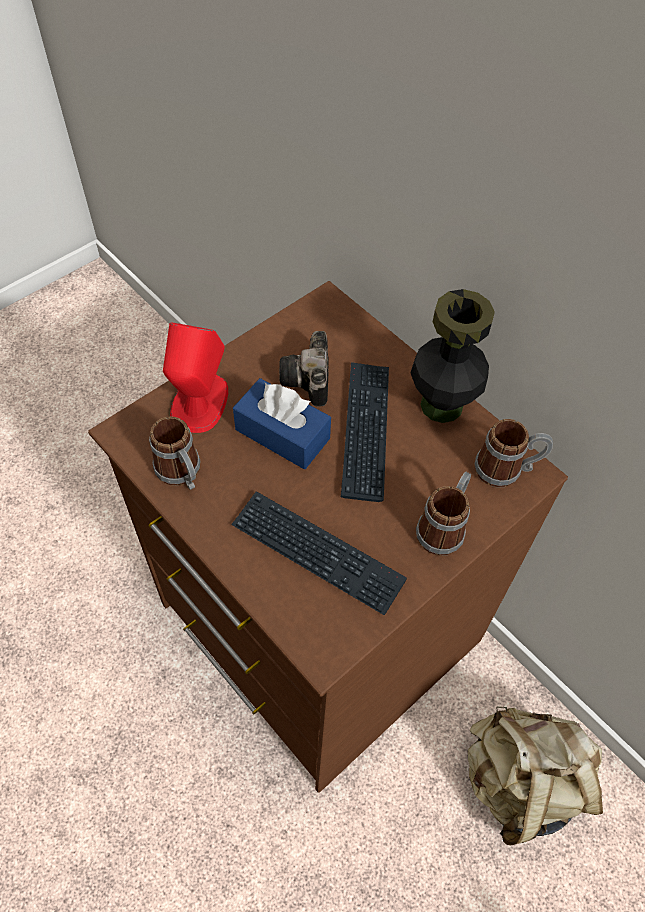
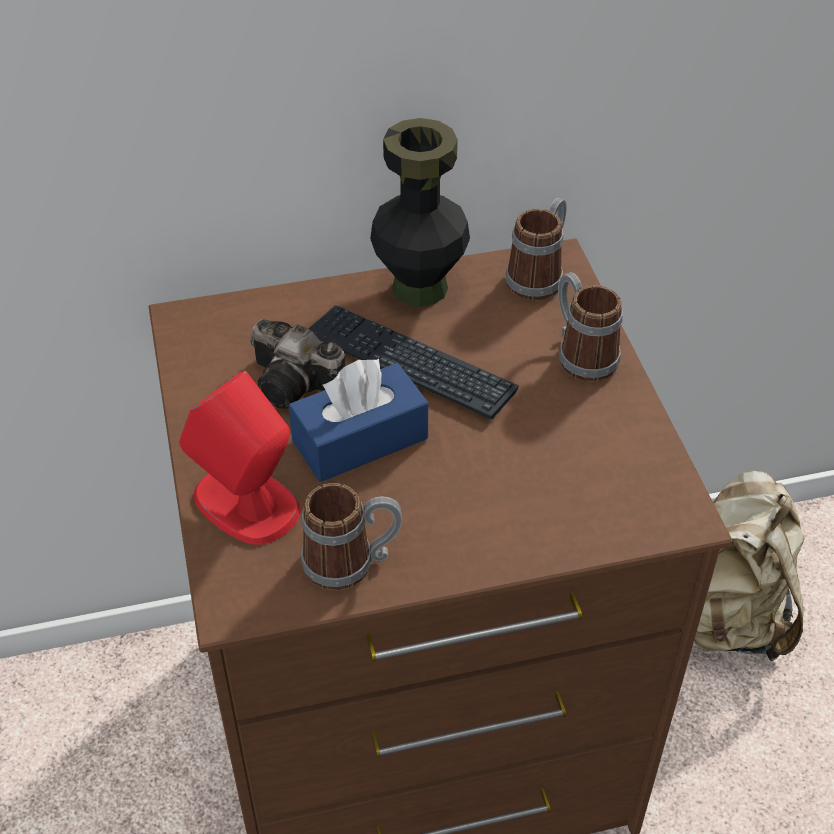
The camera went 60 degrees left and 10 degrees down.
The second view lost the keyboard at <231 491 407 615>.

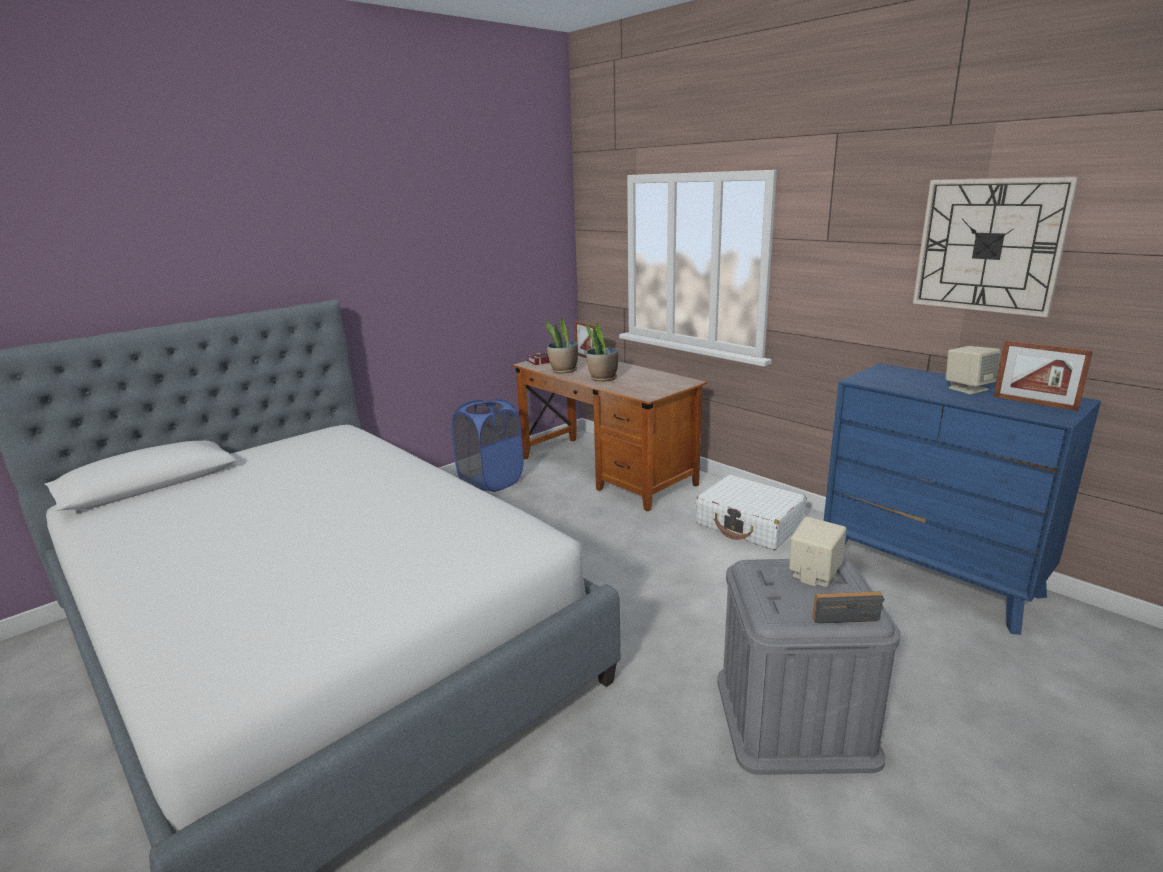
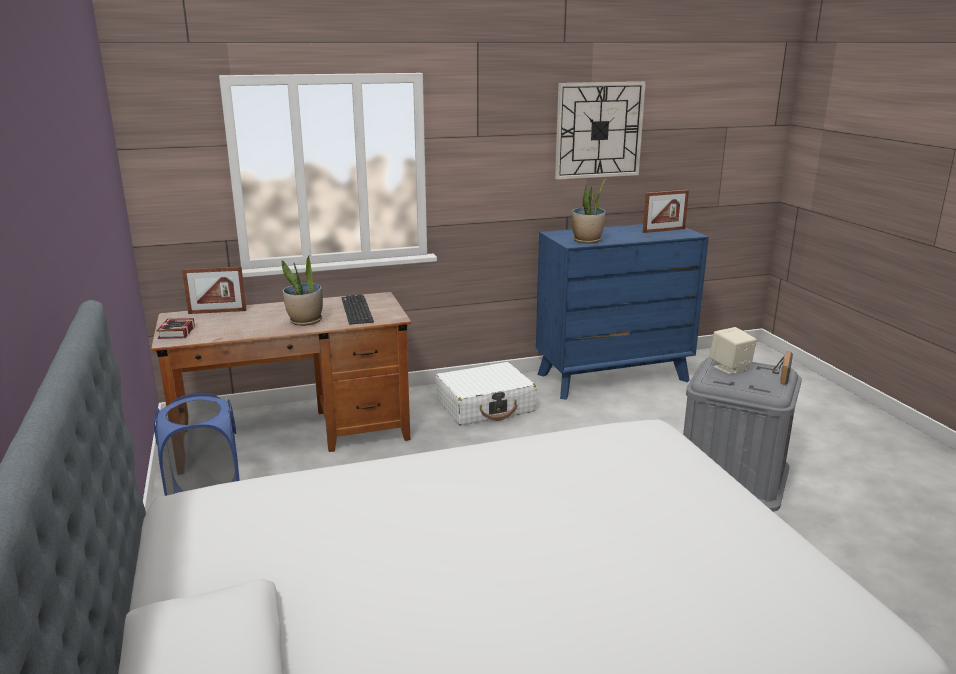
The camera went 65 degrees left and 0 degrees up.
The second view gained the keyboard at <342 294 374 324>.
The potted plant ended up elsewhere, having gone from <545 318 578 374> to <571 179 606 244>.
The second view lost the beige audio speaker at <946 346 1001 394>.

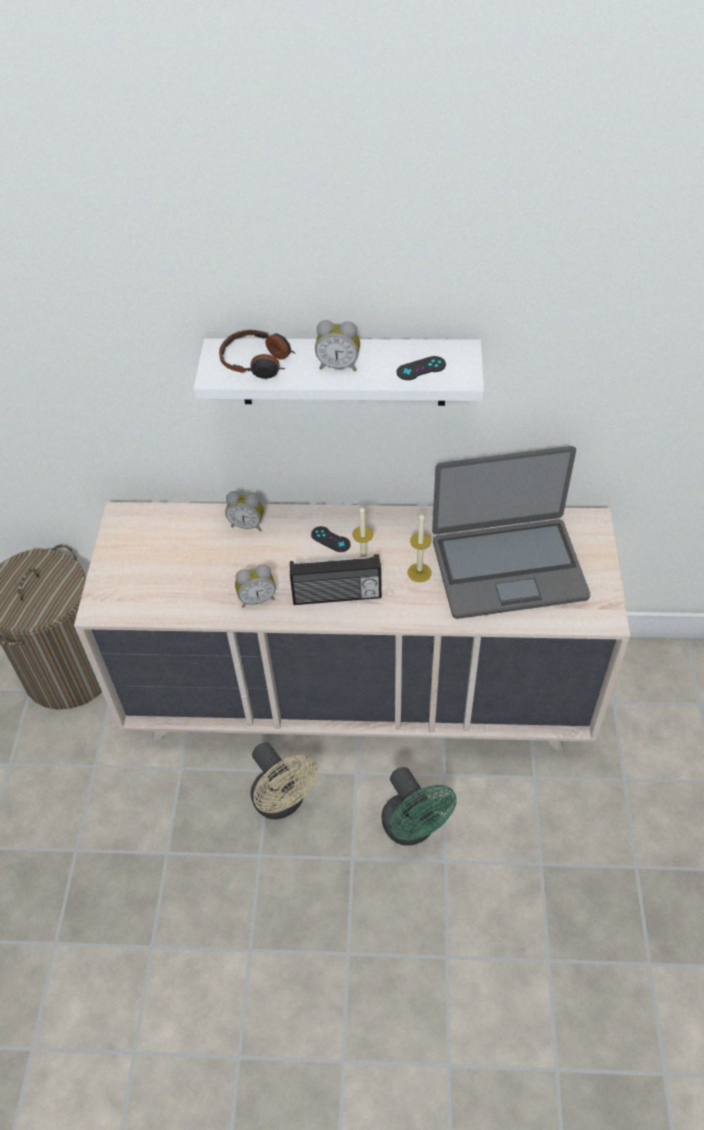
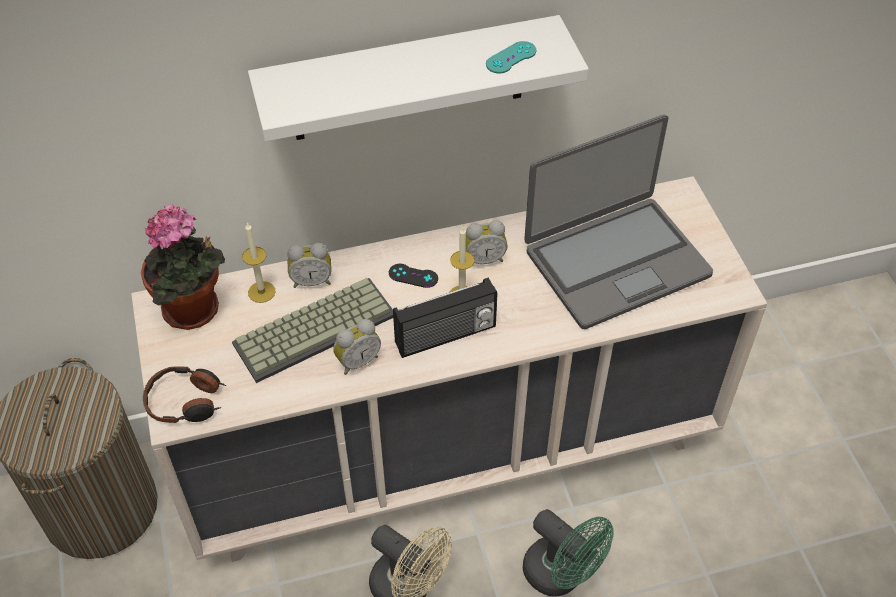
The camera went 20 degrees left and 0 degrees up.
The second view gained the potted plant at <141 204 225 330>.
The headset ended up elsewhere, having gone from <219 330 295 379> to <143 366 226 423>.
The second view gained the keyboard at <232 278 393 383>.
The wax candle ended up elsewhere, having gone from <407 512 432 582> to <242 223 275 303>.
The table clock ended up elsewhere, having gone from <315 320 360 371> to <466 220 507 264>.
What was the blackish gamepad at <397 356 446 380> turned into the turquoise gamepad at <486 41 536 73>.

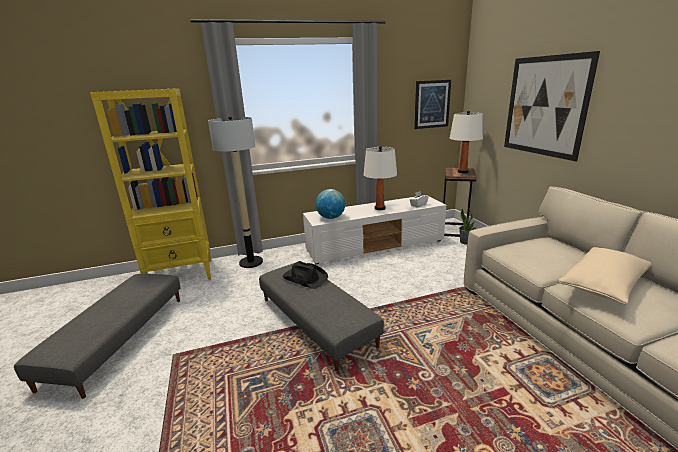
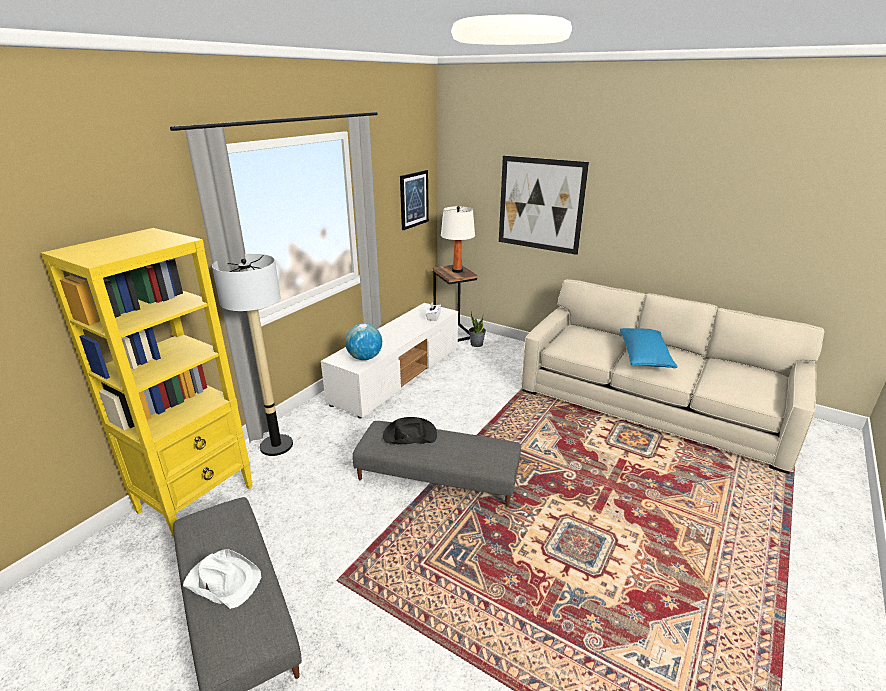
The camera went 40 degrees left and 5 degrees up.
The second view gained the white clothing hat at <183 549 261 609>.
What was the beige pillow at <558 247 652 304> turned into the blue pillow at <620 328 678 368>.
The second view lost the white tabletop lamp at <364 146 397 210>.

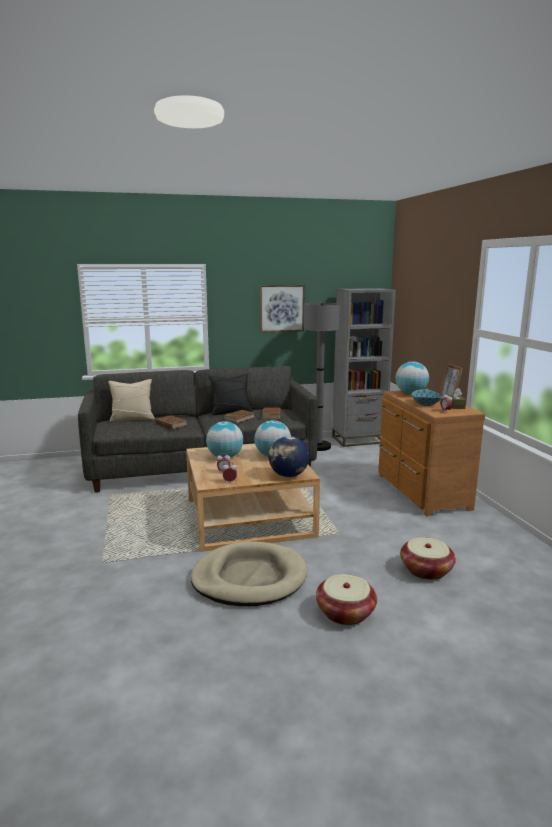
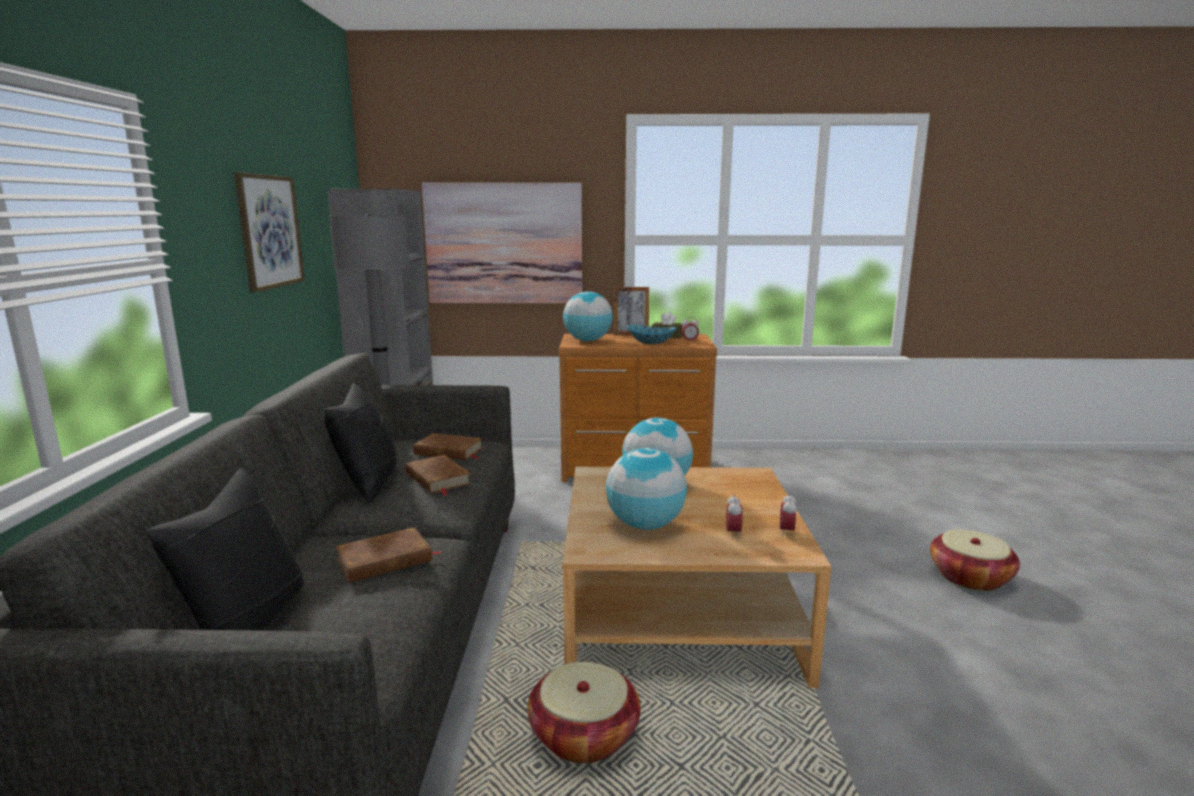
The camera went 75 degrees left and 0 degrees up.
What was the beige pillow at <108 379 155 422> turned into the blackish pillow at <146 468 304 631>.
The second view gained the wall picture at <422 183 582 303>.
The household basket ended up elsewhere, having gone from <400 537 456 580> to <527 662 641 764>.
The second view lost the beige dog cushion at <191 541 307 606>.
The second view lost the desk globe at <269 436 309 477>.

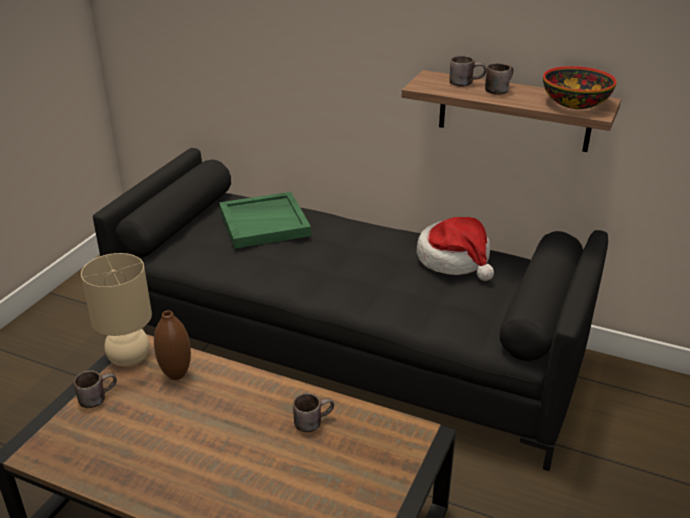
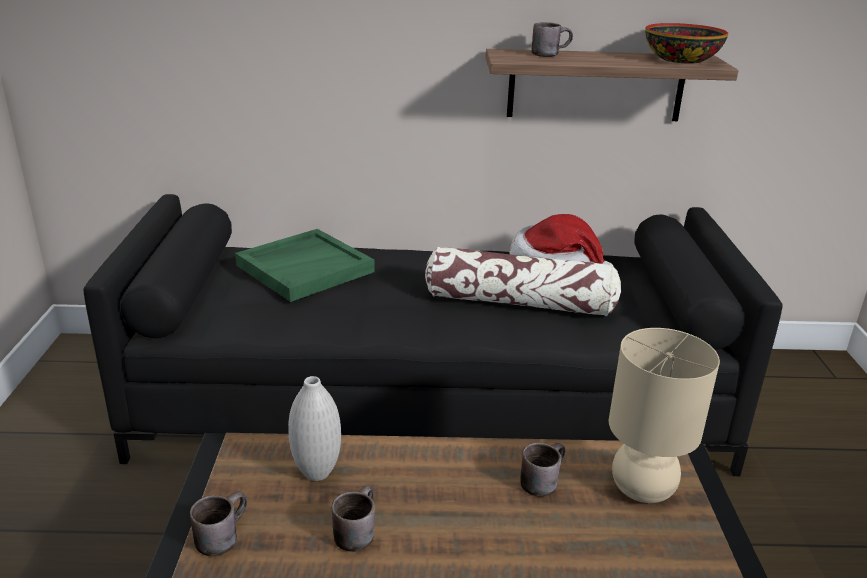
The camera went 25 degrees left and 5 degrees down.
What was the brownish flower vase at <154 311 191 380> turned into the white flower vase at <288 376 341 481>.
The brownish coffee mug ended up elsewhere, having gone from <485 63 514 95> to <331 486 375 552>.
The second view gained the pillow at <425 246 621 316>.
The beige tabletop lamp ended up elsewhere, having gone from <81 253 152 366> to <608 328 720 503>.

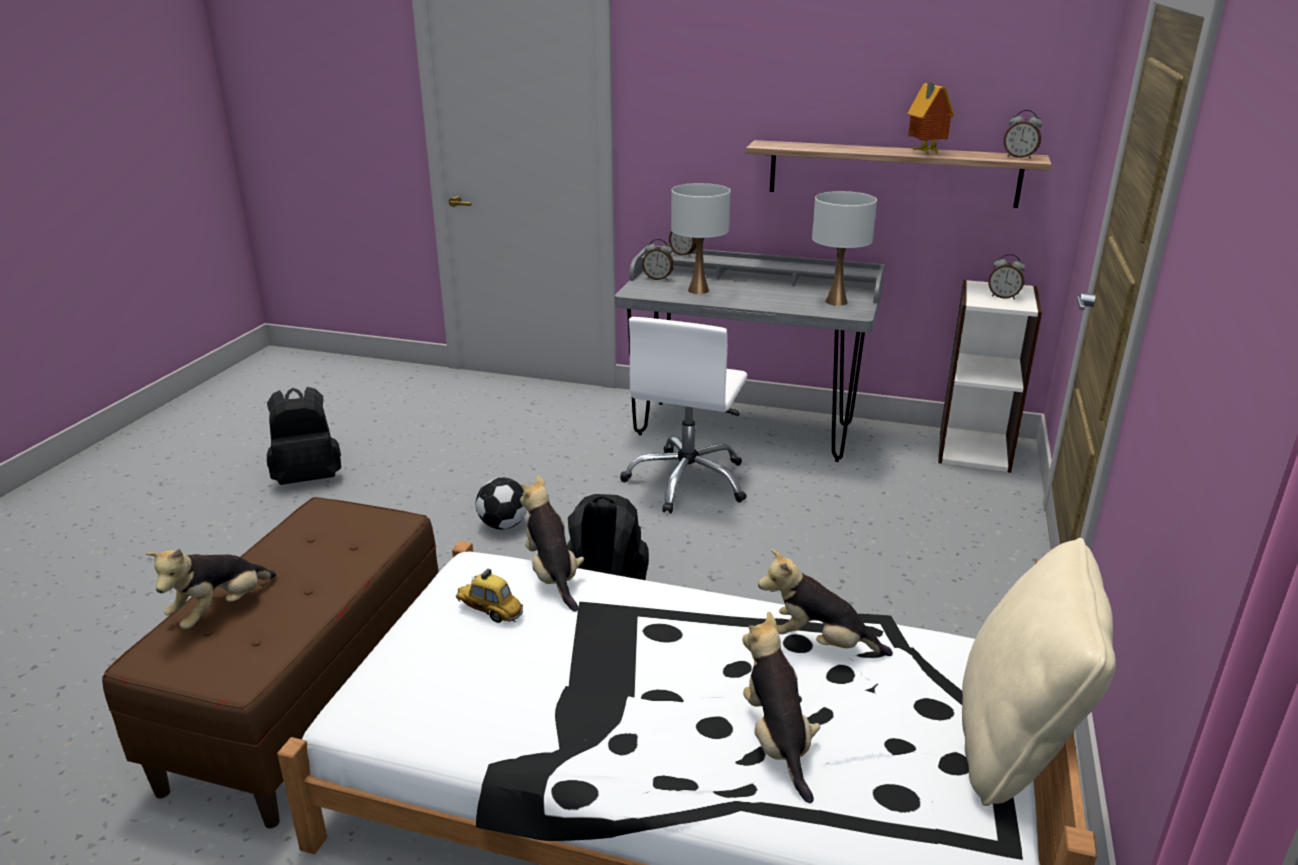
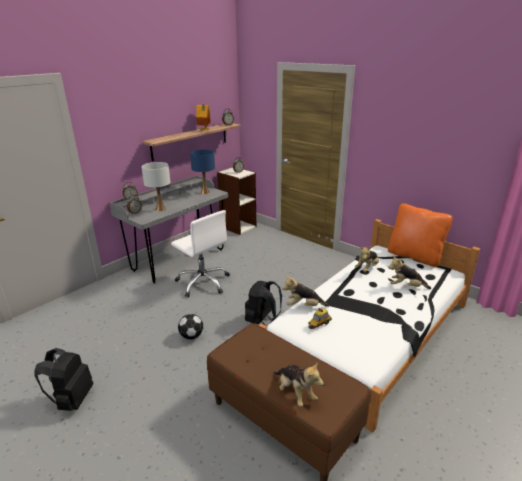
The camera went 65 degrees left and 0 degrees up.
What was the white tabletop lamp at <812 191 877 306> turned into the blue tabletop lamp at <190 149 215 194>.
What was the beige pillow at <962 538 1116 806> turned into the orange pillow at <388 203 453 267>.

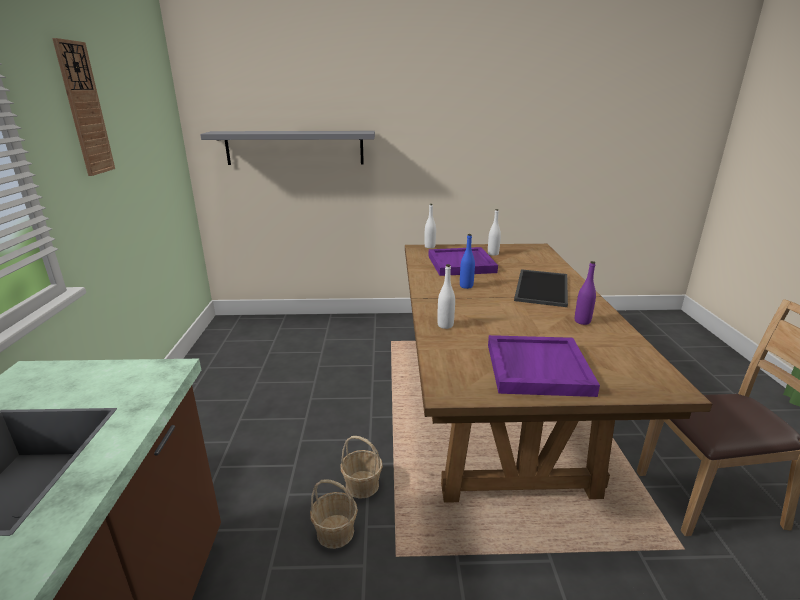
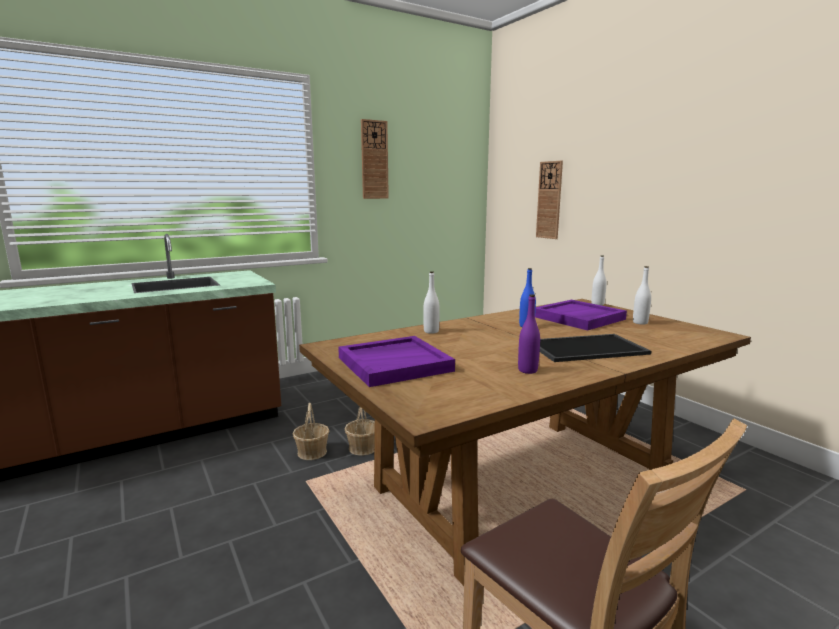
The camera went 60 degrees right and 10 degrees down.
Where the gray wall shelf hung at <200 131 375 165>, the clock on the wall came to hang at <536 161 563 239>.

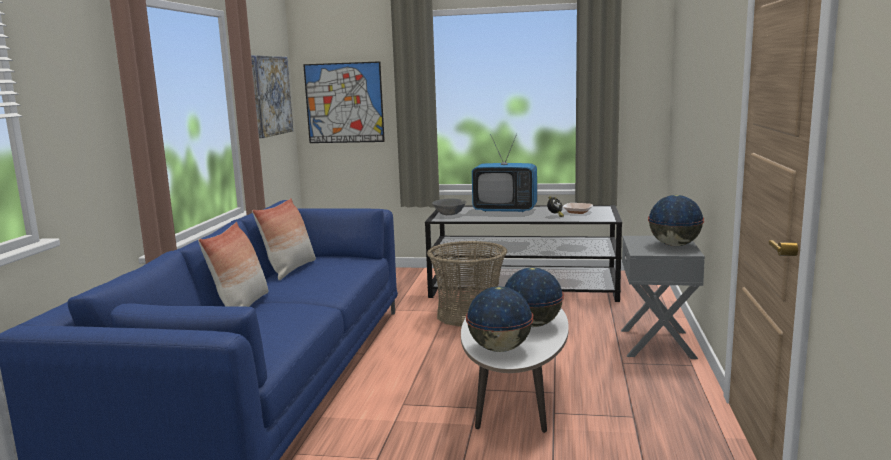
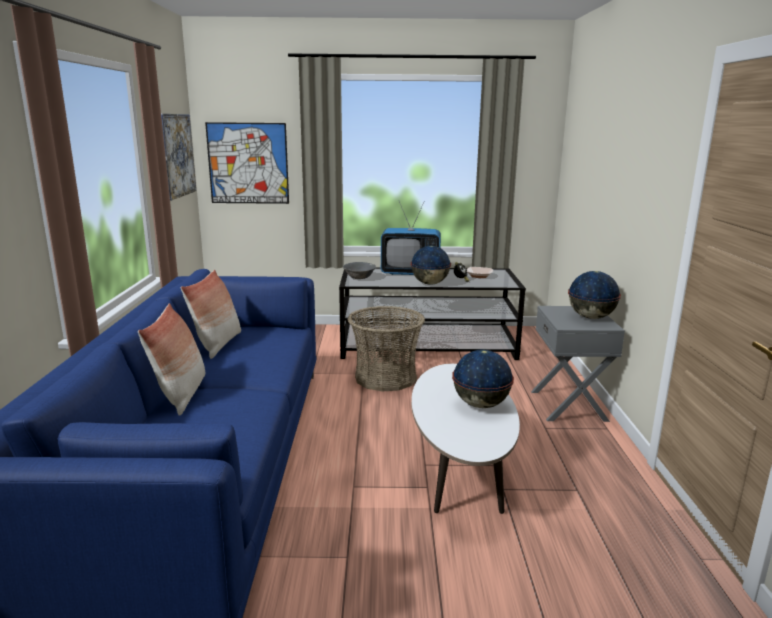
The camera went 10 degrees left and 5 degrees up.
The desk globe ended up elsewhere, having gone from <466 286 533 352> to <411 246 451 285>.

